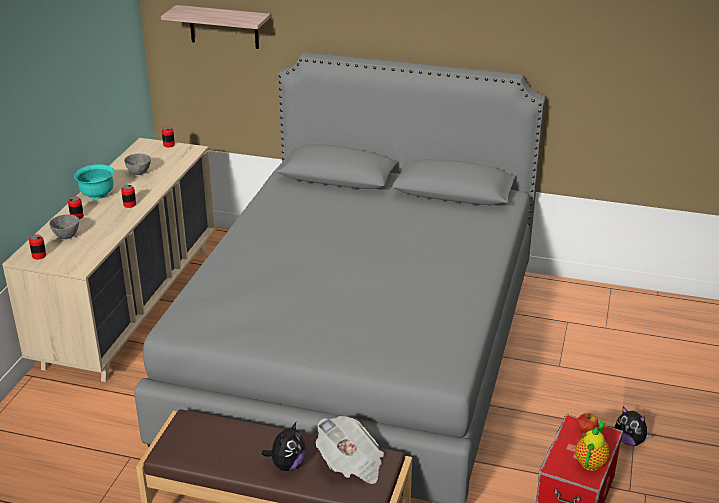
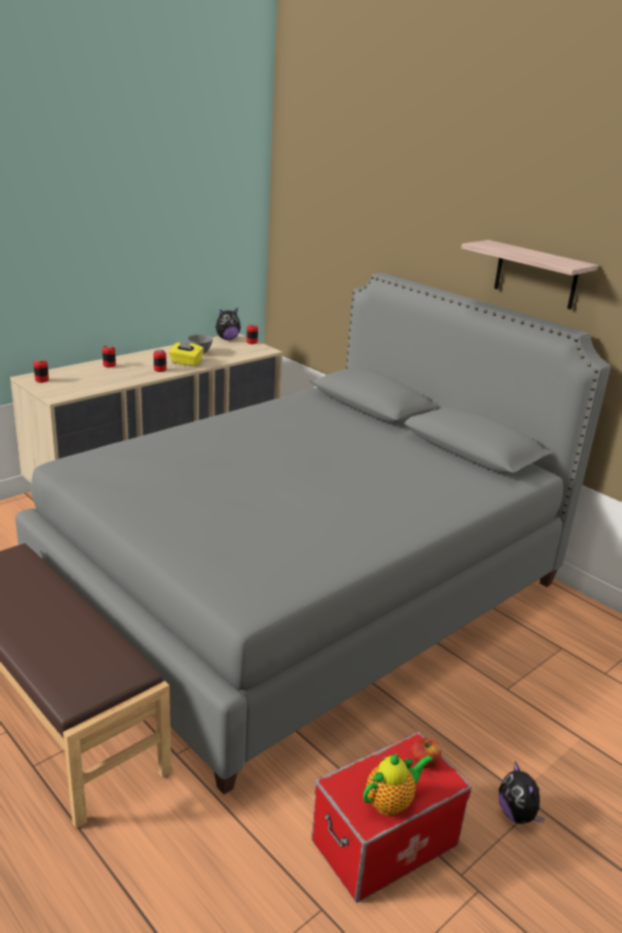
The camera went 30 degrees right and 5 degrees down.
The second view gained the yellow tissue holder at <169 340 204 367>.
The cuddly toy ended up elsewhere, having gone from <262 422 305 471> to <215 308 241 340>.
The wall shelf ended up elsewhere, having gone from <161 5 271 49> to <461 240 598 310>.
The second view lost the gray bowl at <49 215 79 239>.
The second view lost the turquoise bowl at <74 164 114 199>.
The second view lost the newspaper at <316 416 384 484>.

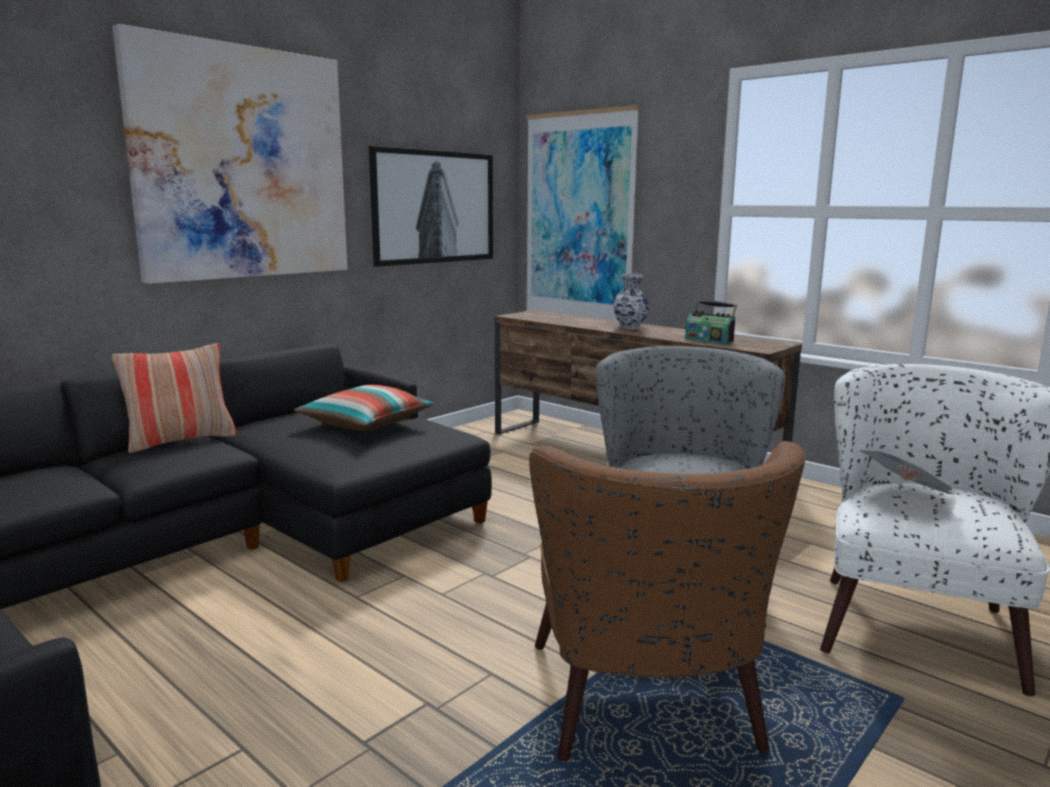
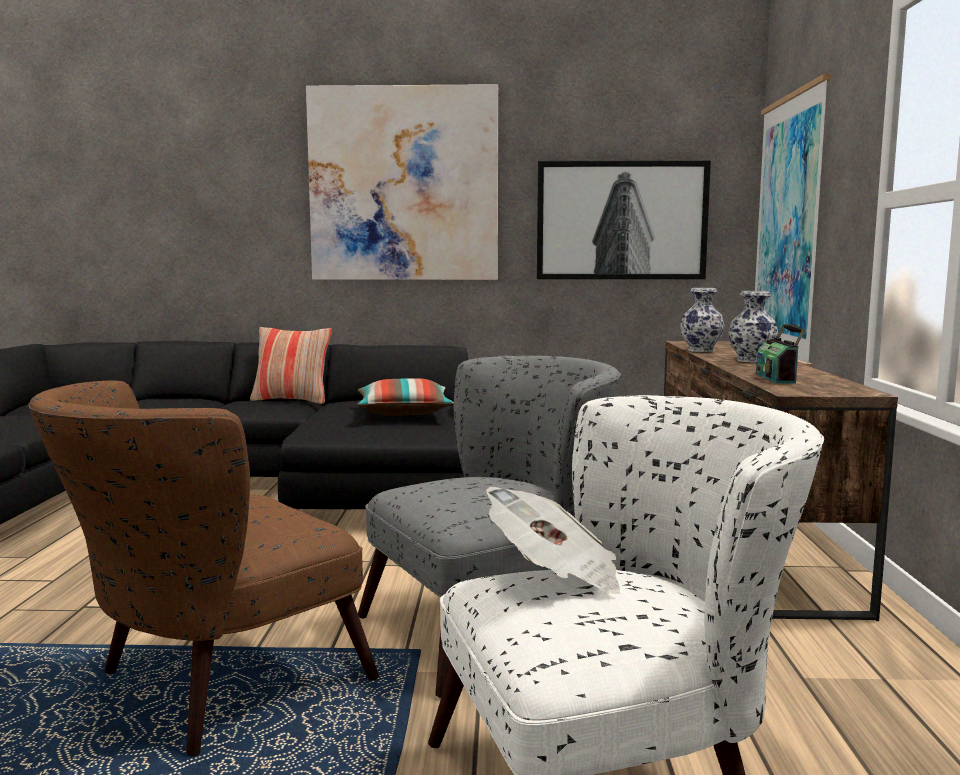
The camera went 50 degrees right and 5 degrees down.
The second view gained the flower vase at <680 288 724 352>.

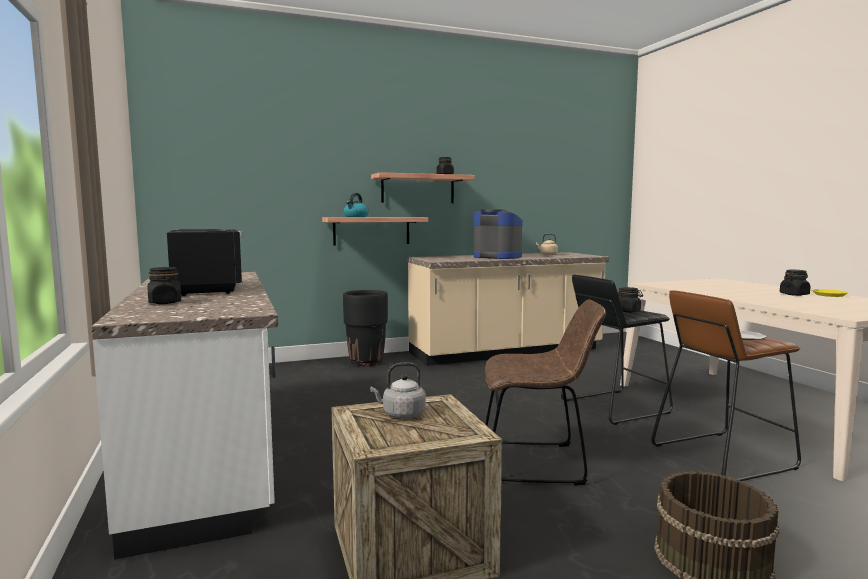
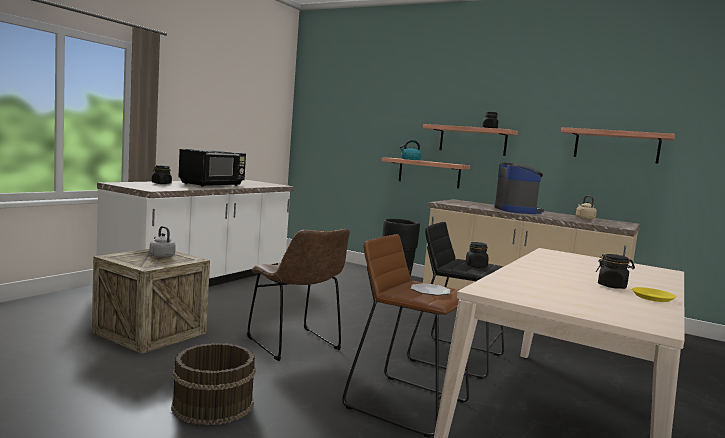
The camera went 50 degrees right and 0 degrees up.
The second view gained the wall shelf at <561 127 675 164>.

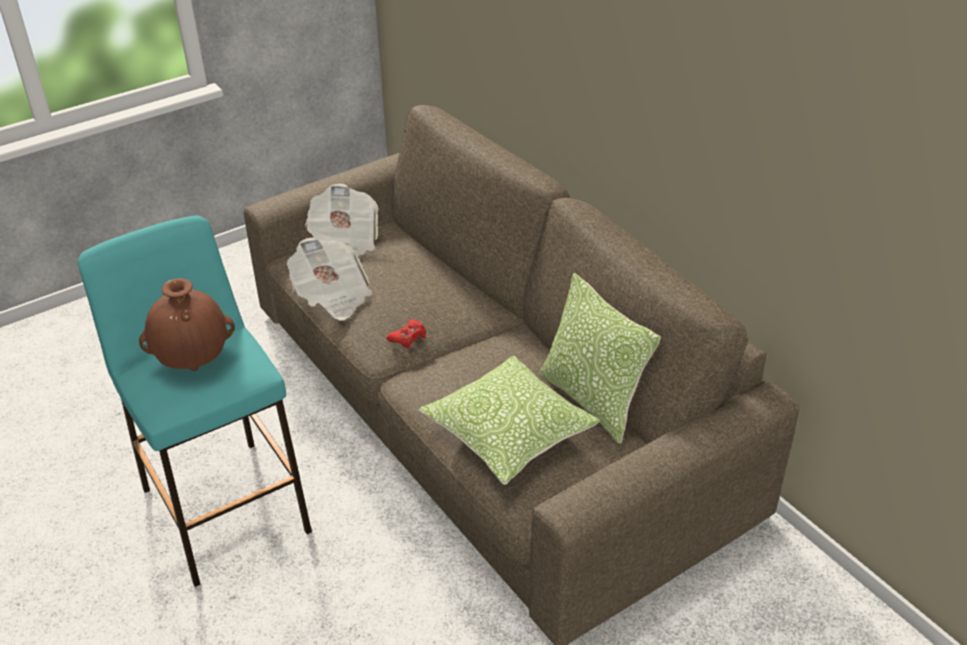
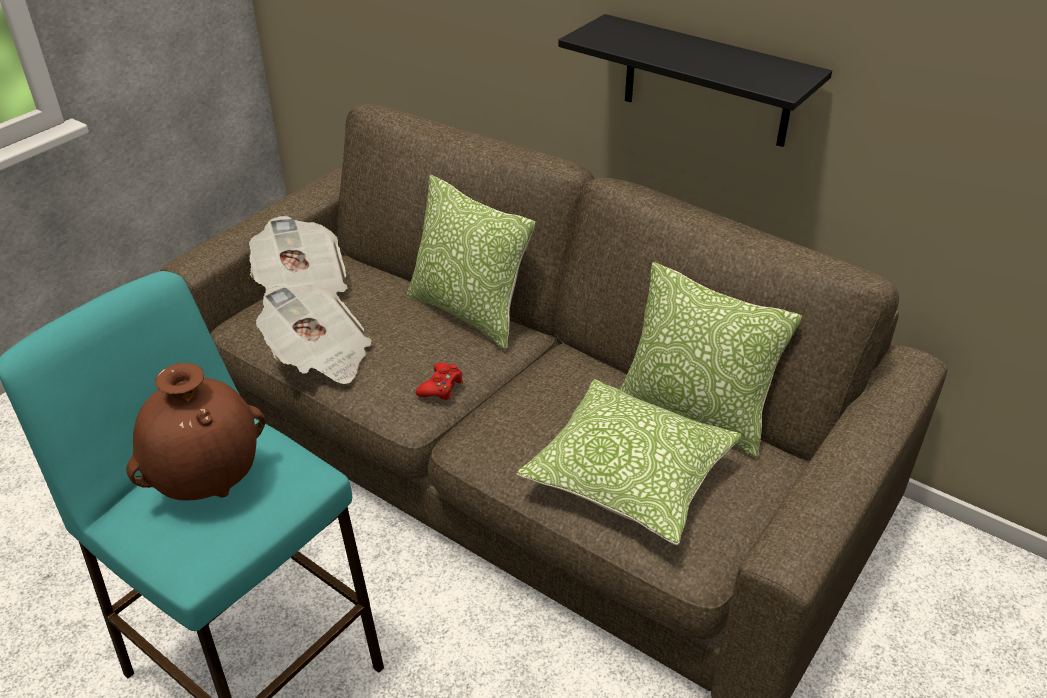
The camera went 20 degrees left and 0 degrees up.
The second view gained the pillow at <407 174 535 349>.
The second view gained the blackish wall shelf at <558 14 832 147>.

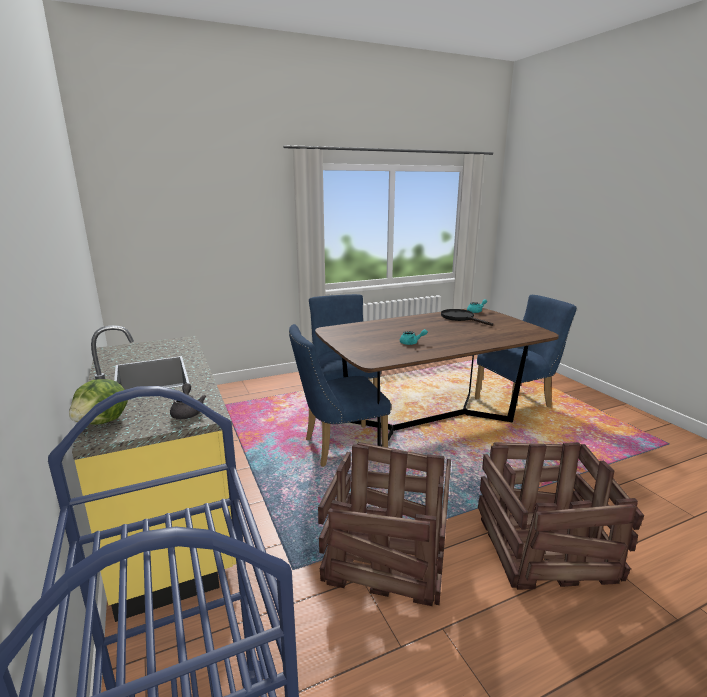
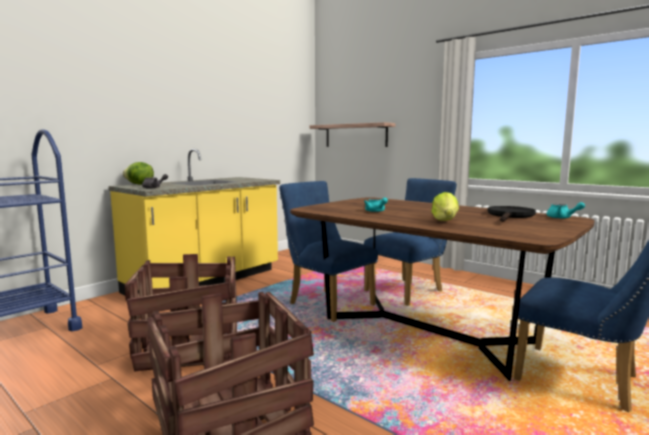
The camera went 65 degrees right and 10 degrees down.
The second view gained the wall shelf at <310 122 395 147>.
The second view gained the head of lettuce at <431 192 459 221>.

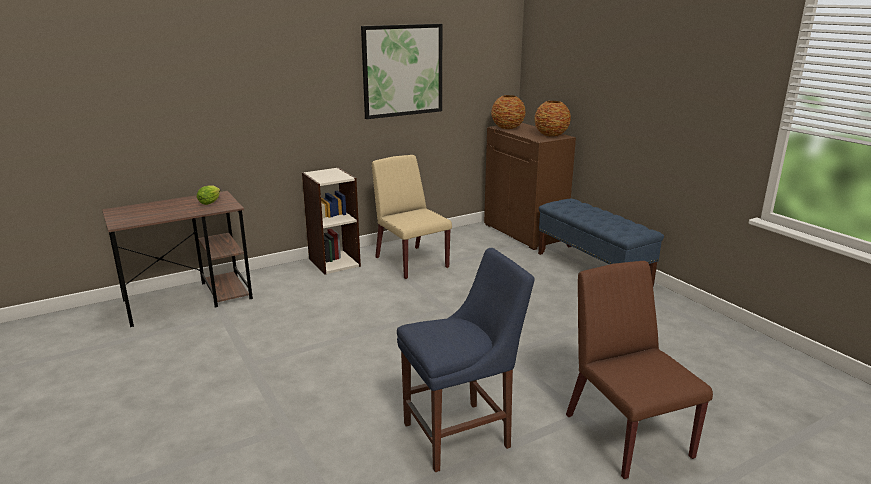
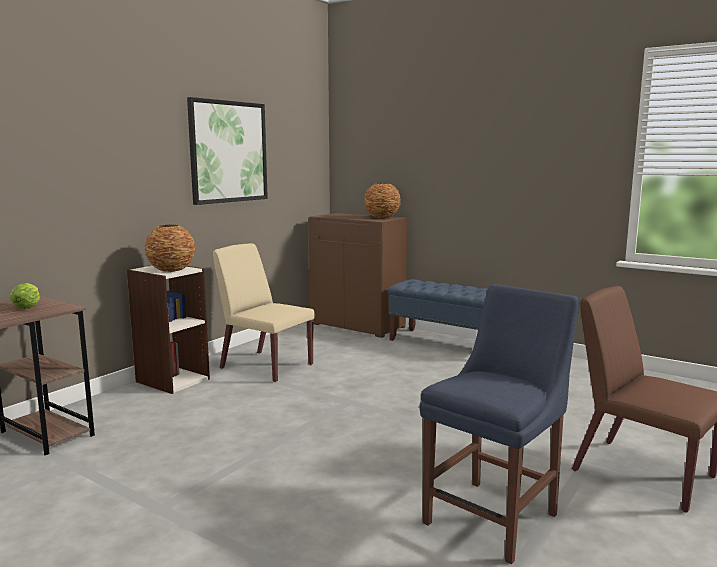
The camera went 25 degrees left and 10 degrees down.
The flower vase ended up elsewhere, having gone from <491 95 525 129> to <145 225 195 272>.

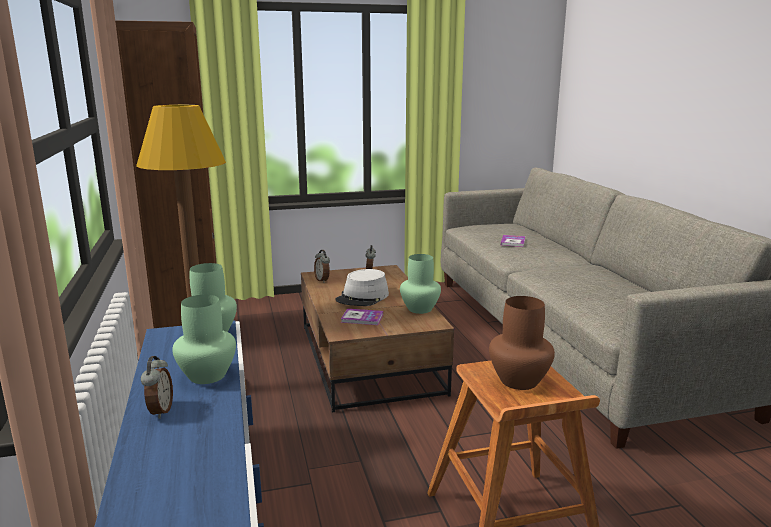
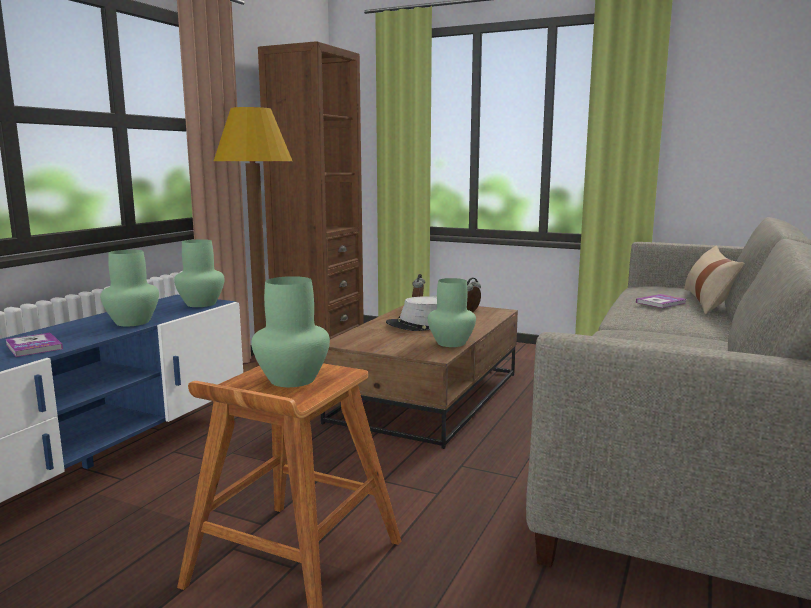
The camera went 40 degrees right and 5 degrees down.
The book ended up elsewhere, having gone from <341 308 383 325> to <5 333 63 357>.
What was the brownish flower vase at <489 296 555 390> turned into the green flower vase at <251 276 330 387>.
The second view gained the beige pillow at <684 246 745 314>.
The second view lost the table clock at <141 356 173 419>.

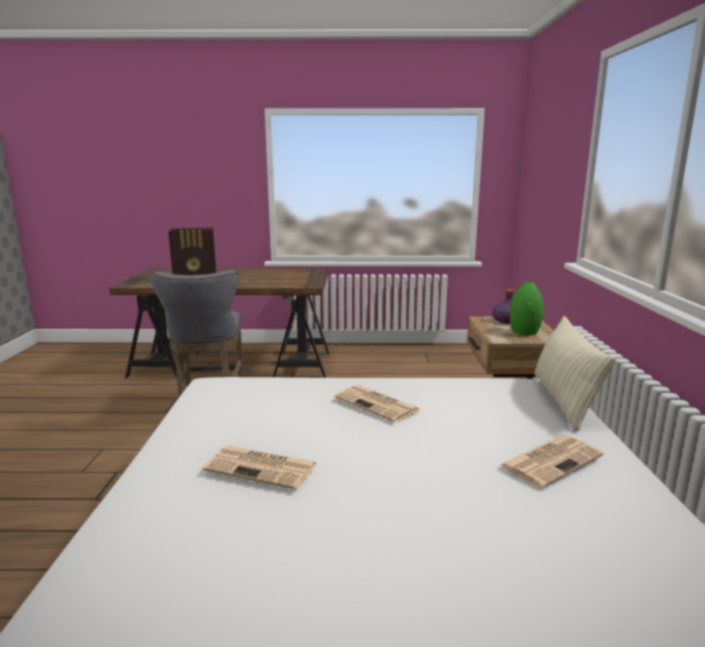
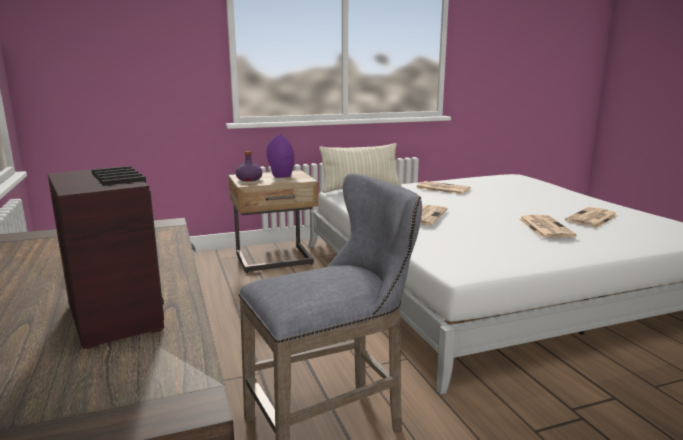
The camera went 110 degrees left and 0 degrees up.
What was the green flower vase at <510 281 544 335> turned into the purplish flower vase at <267 135 294 178>.
The second view gained the newspaper at <565 207 618 228>.

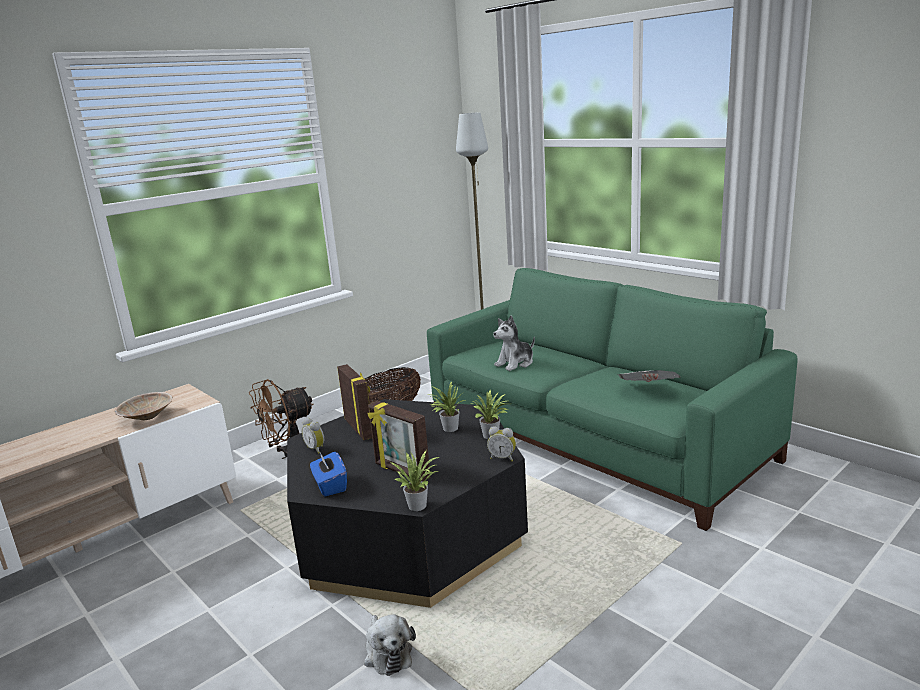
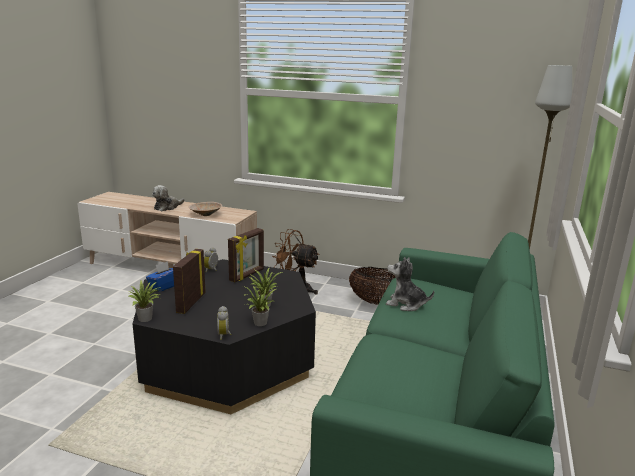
The camera went 60 degrees right and 0 degrees up.
The cuddly toy ended up elsewhere, having gone from <364 614 416 676> to <152 185 184 211>.
The second view lost the newspaper at <618 370 681 382>.

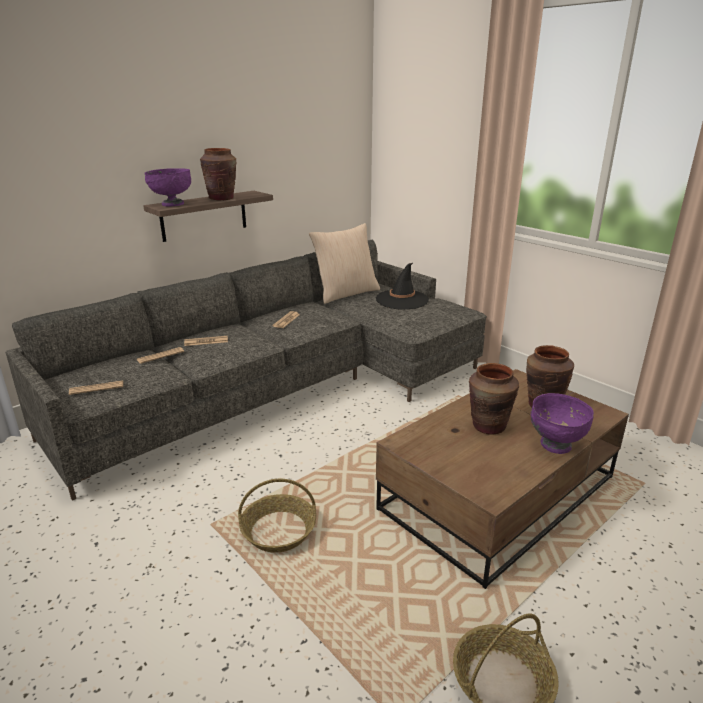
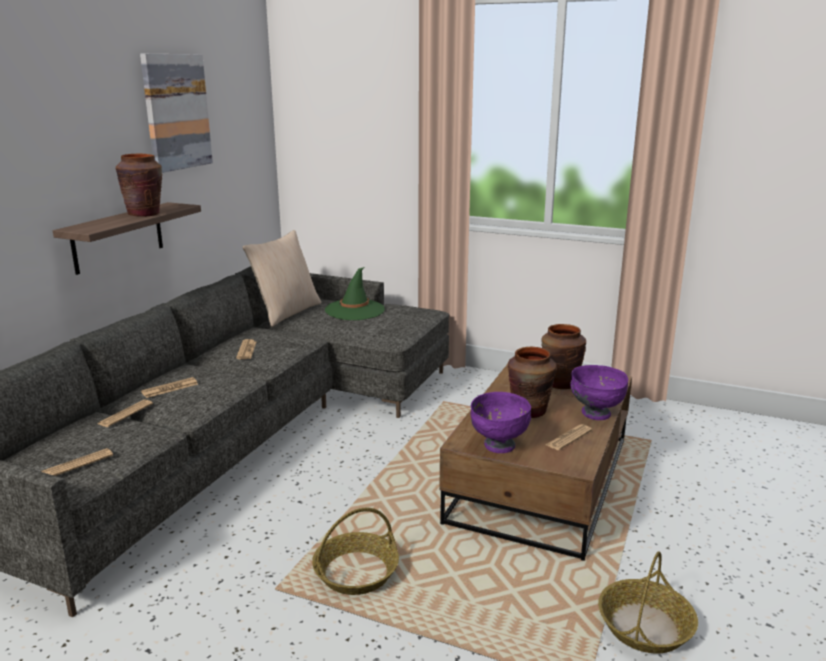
The camera went 25 degrees left and 5 degrees down.
The second view gained the wall picture at <140 54 213 173>.
What was the blackish clothing hat at <376 263 429 310> turned into the green clothing hat at <325 267 385 320>.
The purplish bowl ended up elsewhere, having gone from <144 168 191 207> to <471 392 531 453>.
The second view gained the newspaper at <545 424 592 450>.

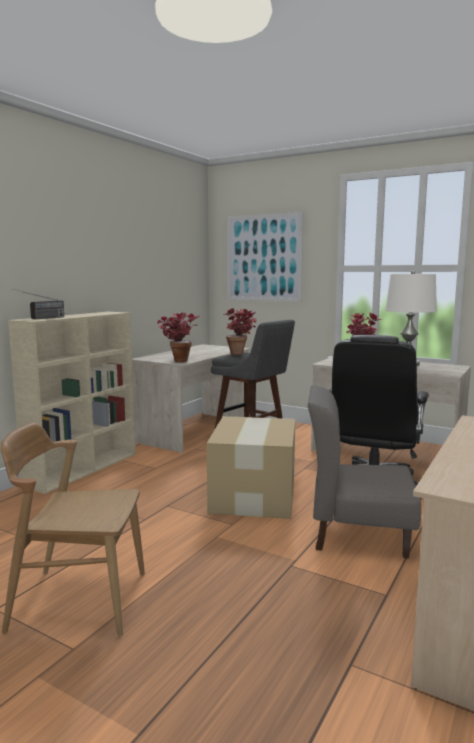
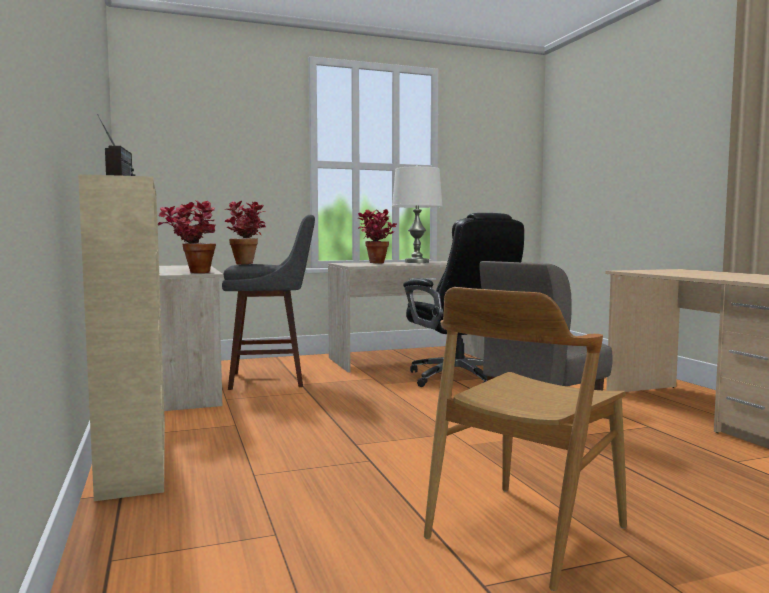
The camera went 50 degrees left and 5 degrees down.
The second view lost the packing box at <207 416 295 519>.
The second view lost the wall picture at <227 212 303 302>.

